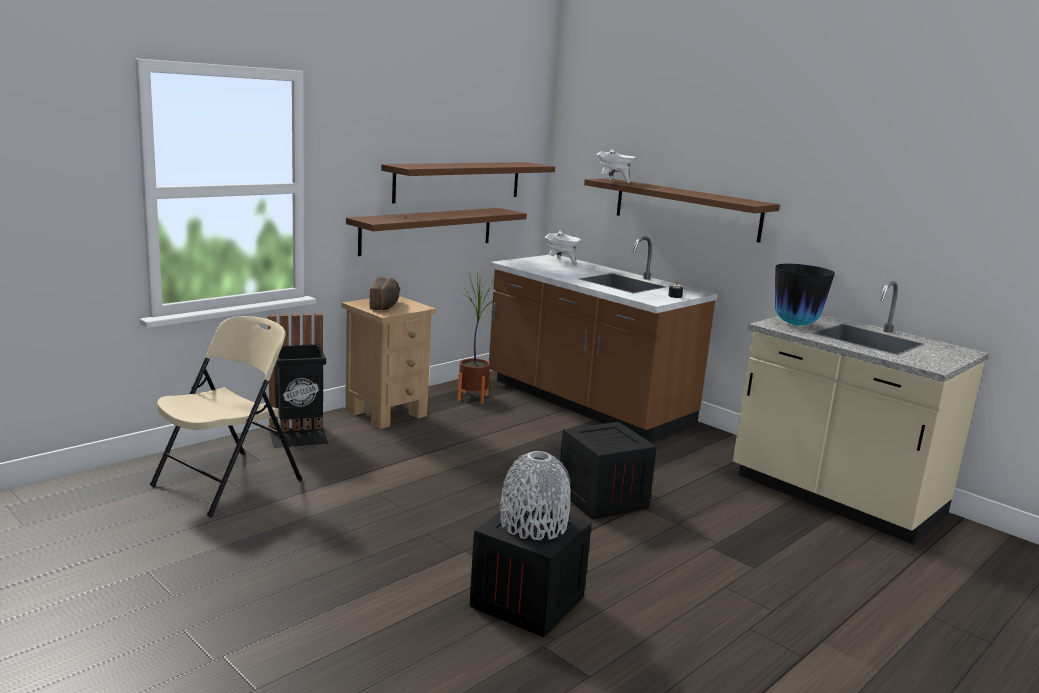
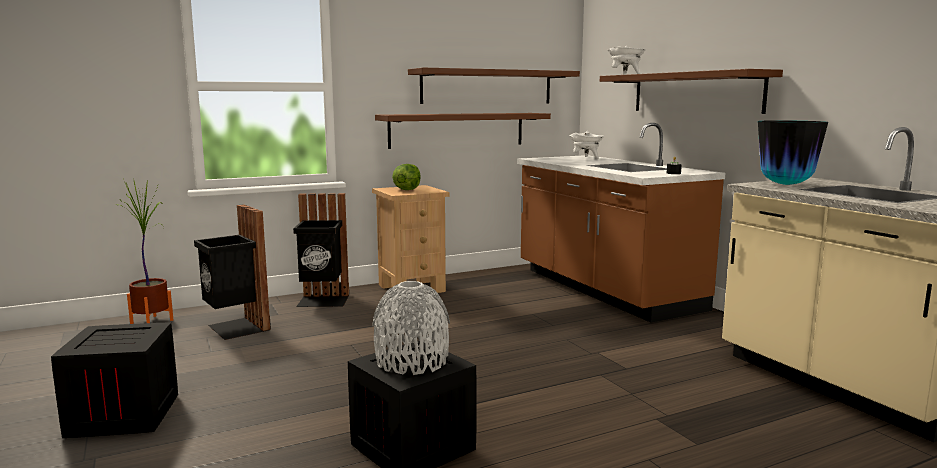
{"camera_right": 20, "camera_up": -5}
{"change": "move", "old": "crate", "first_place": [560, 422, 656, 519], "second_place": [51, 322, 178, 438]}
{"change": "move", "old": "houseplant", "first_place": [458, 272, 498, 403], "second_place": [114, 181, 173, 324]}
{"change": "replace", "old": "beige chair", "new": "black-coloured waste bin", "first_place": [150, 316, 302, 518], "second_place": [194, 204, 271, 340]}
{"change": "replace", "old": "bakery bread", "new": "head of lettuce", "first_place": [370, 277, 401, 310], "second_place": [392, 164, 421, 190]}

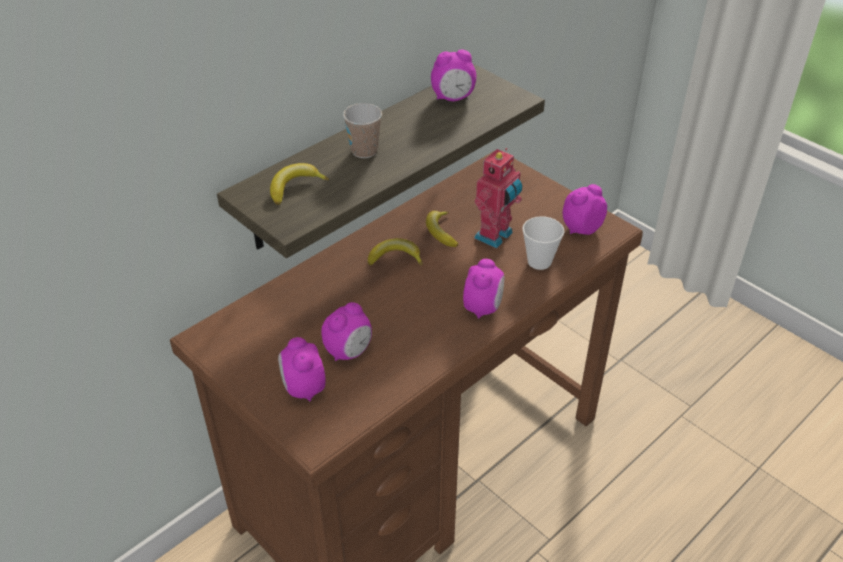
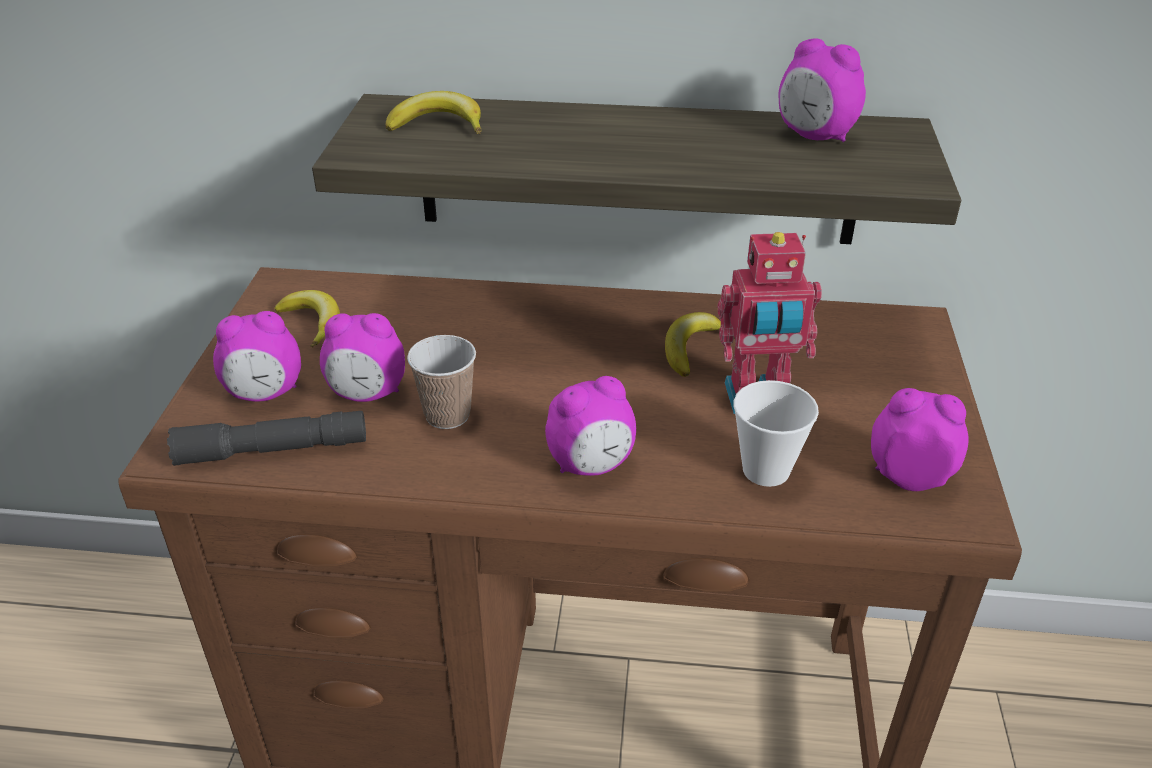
{"camera_right": 50, "camera_up": -5}
{"change": "insert", "new": "gray hand torch", "second_place": [167, 411, 366, 466]}
{"change": "rotate", "old": "table clock", "first_place": [278, 337, 326, 402], "second_place": [213, 311, 301, 402], "degrees": -135}
{"change": "move", "old": "banana", "first_place": [368, 238, 423, 265], "second_place": [274, 290, 340, 347]}
{"change": "move", "old": "small cup", "first_place": [343, 103, 382, 158], "second_place": [407, 335, 476, 429]}

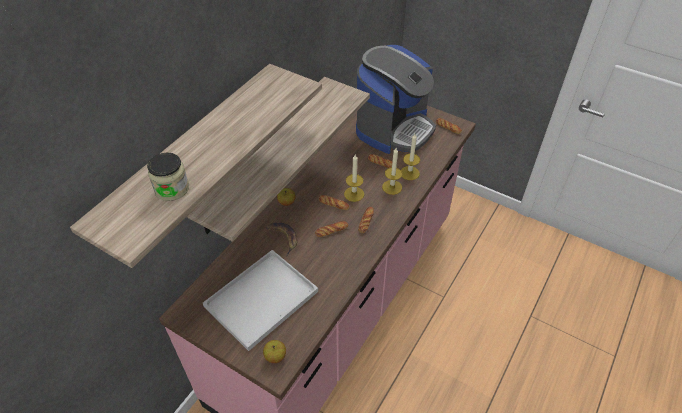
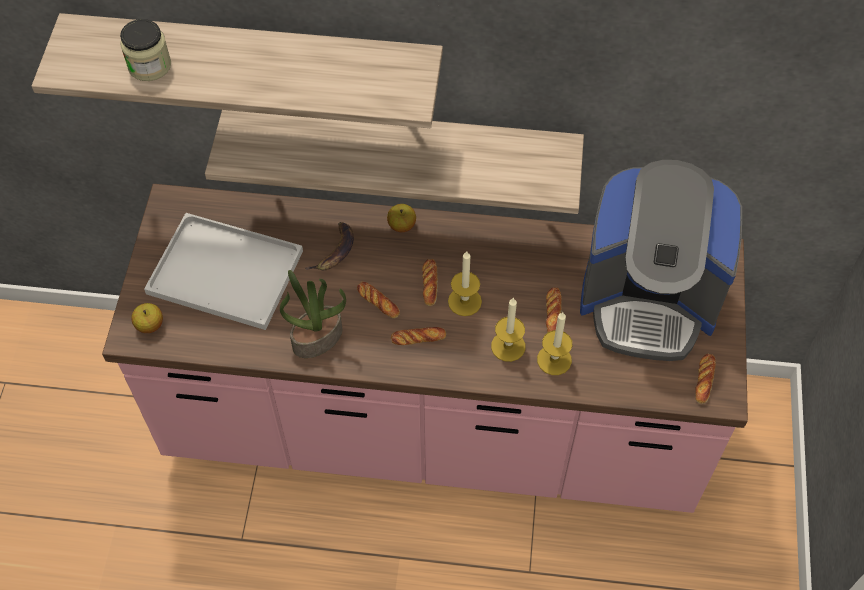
{"camera_right": 65, "camera_up": 10}
{"change": "insert", "new": "houseplant", "second_place": [280, 270, 346, 358]}

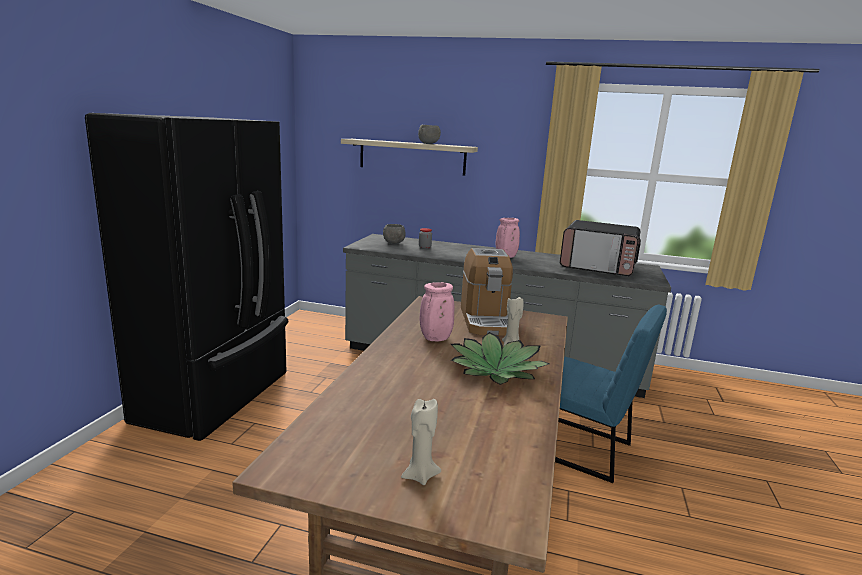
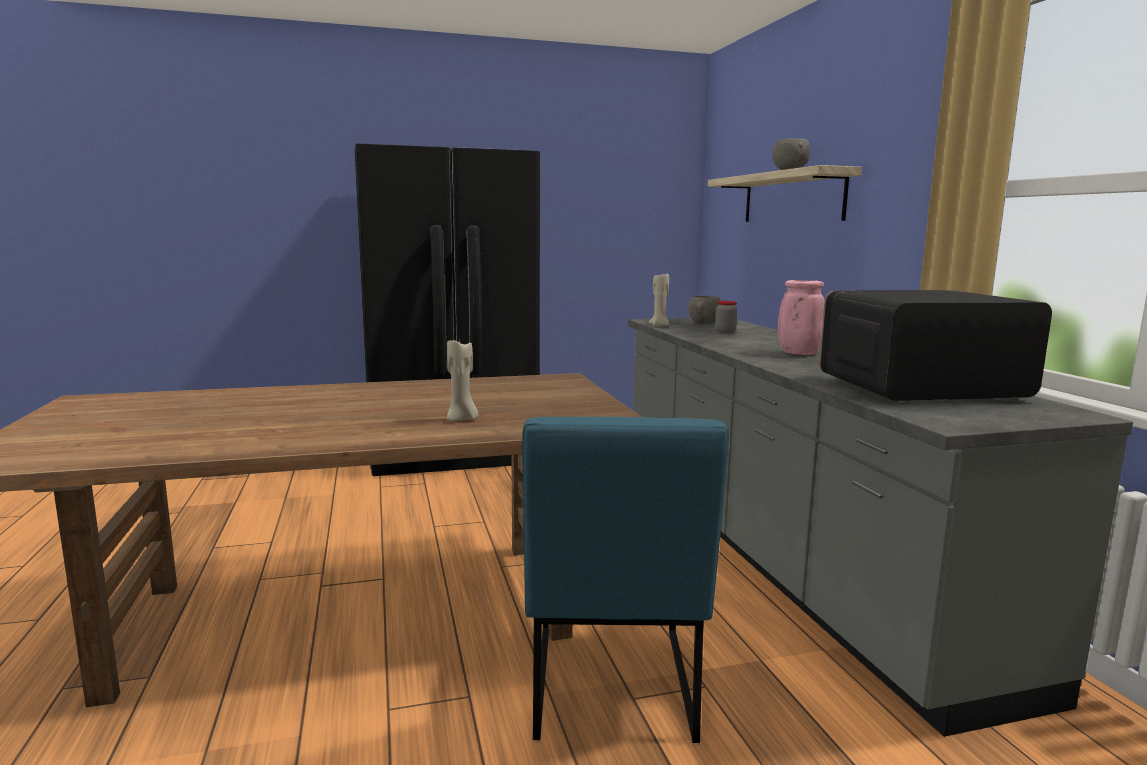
{"camera_right": 60, "camera_up": -5}
{"change": "move", "old": "beige wax light", "first_place": [401, 399, 441, 485], "second_place": [649, 274, 670, 326]}
{"change": "rotate", "old": "microwave oven", "first_place": [560, 220, 641, 276], "second_place": [819, 290, 1052, 403], "degrees": 90}
{"change": "delete", "old": "pink vase", "first_place": [420, 282, 454, 341]}
{"change": "delete", "old": "houseplant", "first_place": [451, 332, 550, 385]}
{"change": "delete", "old": "coffee brewer", "first_place": [461, 248, 513, 336]}

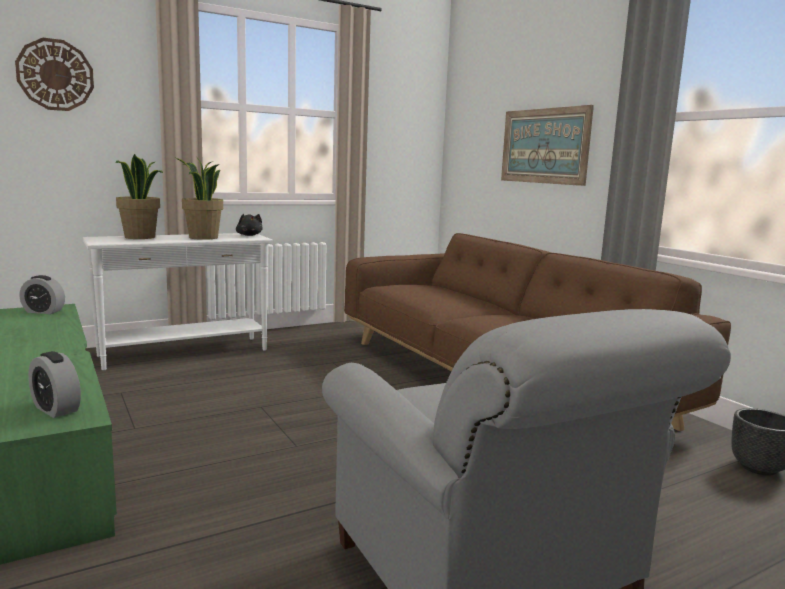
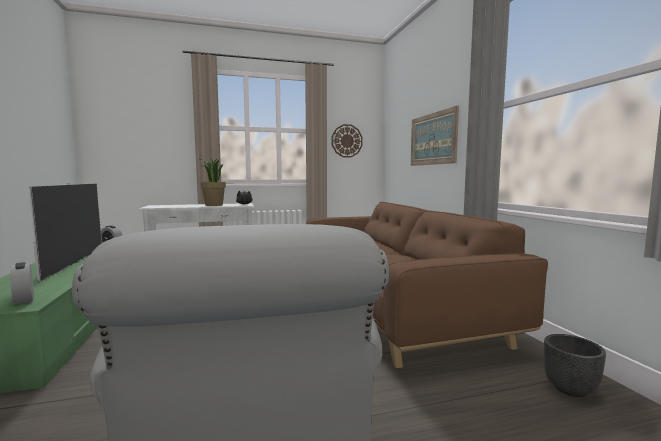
{"camera_right": 15, "camera_up": -5}
{"change": "insert", "new": "television", "second_place": [29, 183, 102, 282]}
{"change": "move", "old": "hanging clock", "first_place": [15, 38, 94, 111], "second_place": [332, 124, 363, 158]}
{"change": "delete", "old": "houseplant", "first_place": [115, 154, 163, 239]}

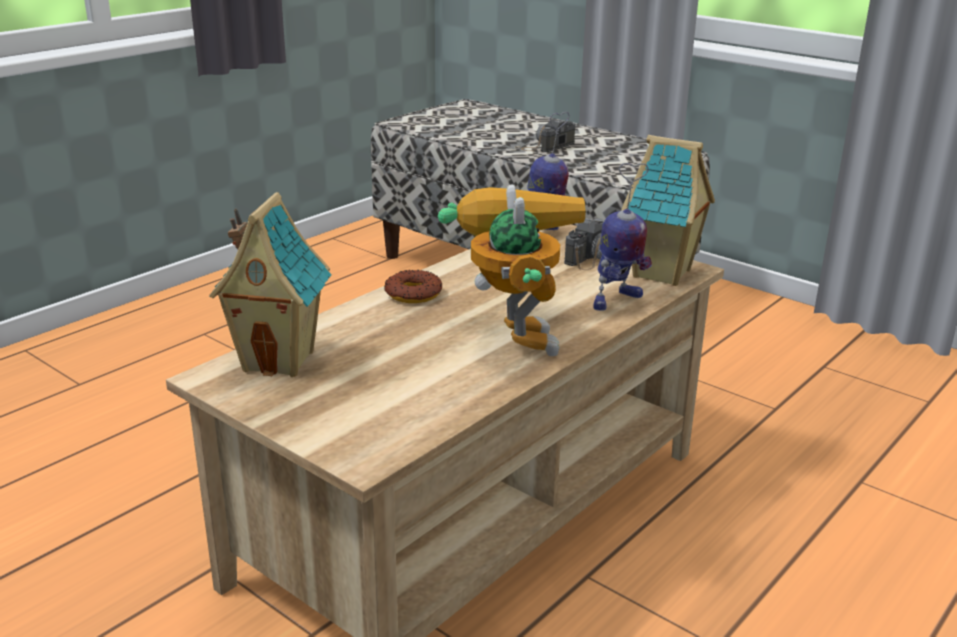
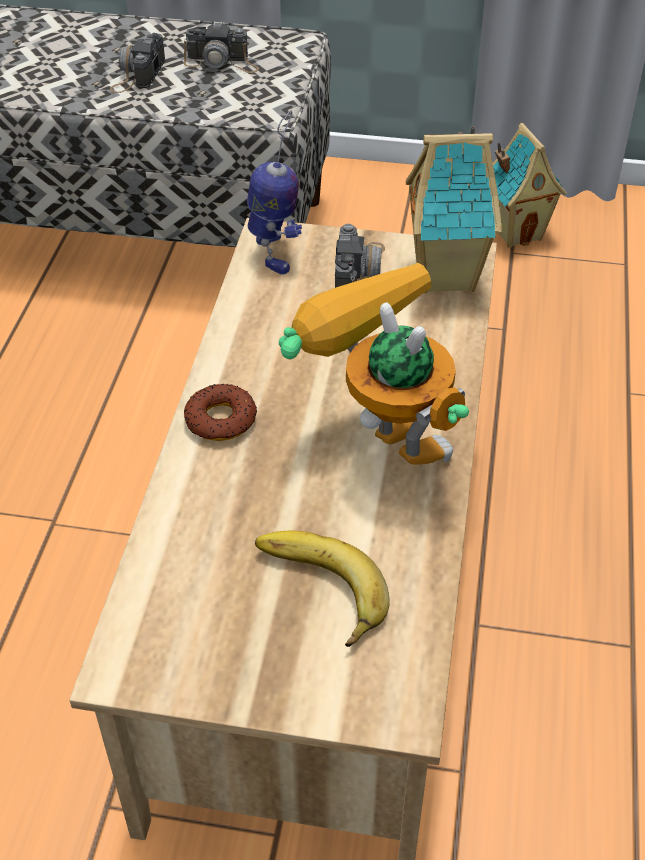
{"camera_right": -30, "camera_up": 20}
{"change": "insert", "new": "photo camera", "second_place": [184, 21, 259, 73]}
{"change": "insert", "new": "banana", "second_place": [255, 531, 390, 647]}
{"change": "move", "old": "toy house", "first_place": [210, 192, 332, 377], "second_place": [493, 123, 567, 248]}
{"change": "delete", "old": "model robot", "first_place": [593, 163, 652, 311]}

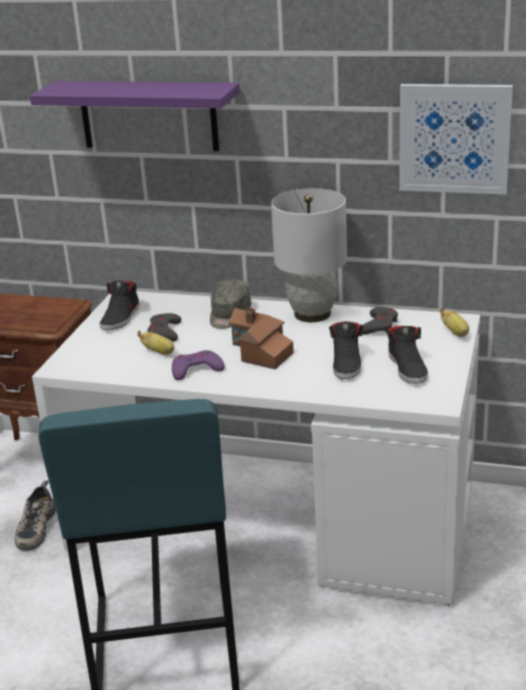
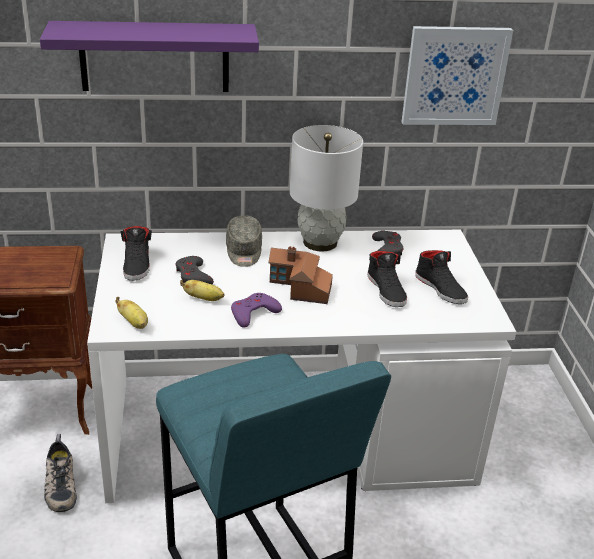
{"camera_right": -25, "camera_up": 5}
{"change": "move", "old": "banana", "first_place": [440, 307, 469, 337], "second_place": [115, 297, 148, 329]}

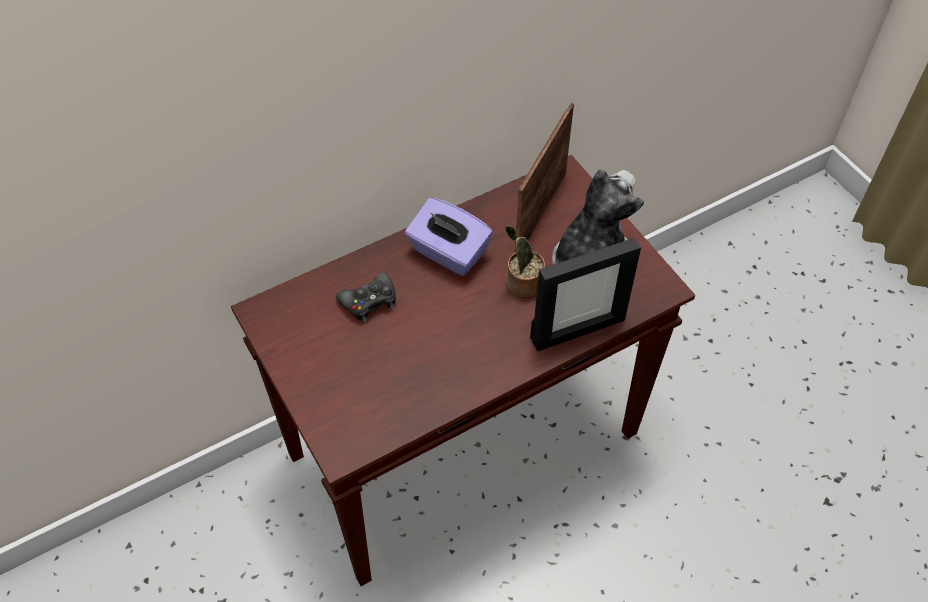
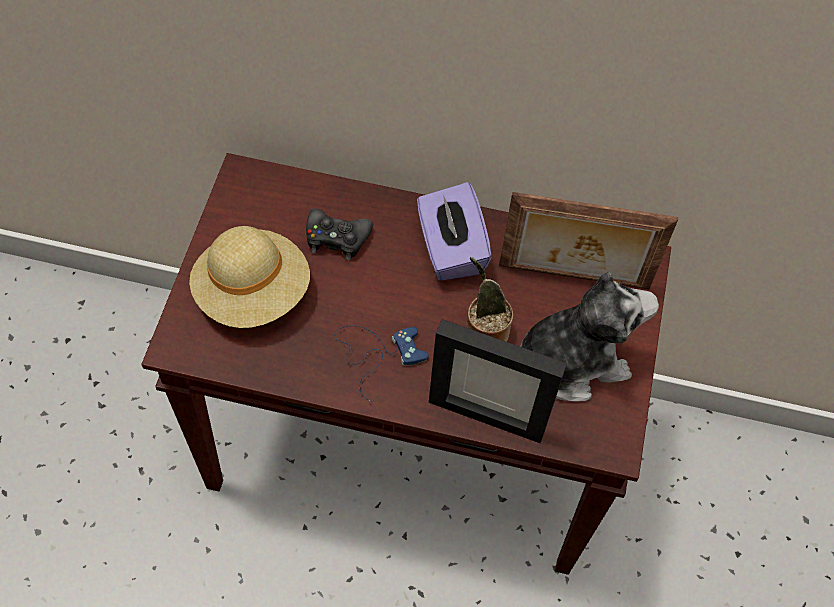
{"camera_right": 40, "camera_up": 5}
{"change": "insert", "new": "beige hat", "second_place": [189, 226, 310, 328]}
{"change": "insert", "new": "blue gamepad", "second_place": [334, 325, 429, 403]}
{"change": "rotate", "old": "picture frame", "first_place": [515, 103, 574, 252], "second_place": [499, 192, 678, 289], "degrees": -150}

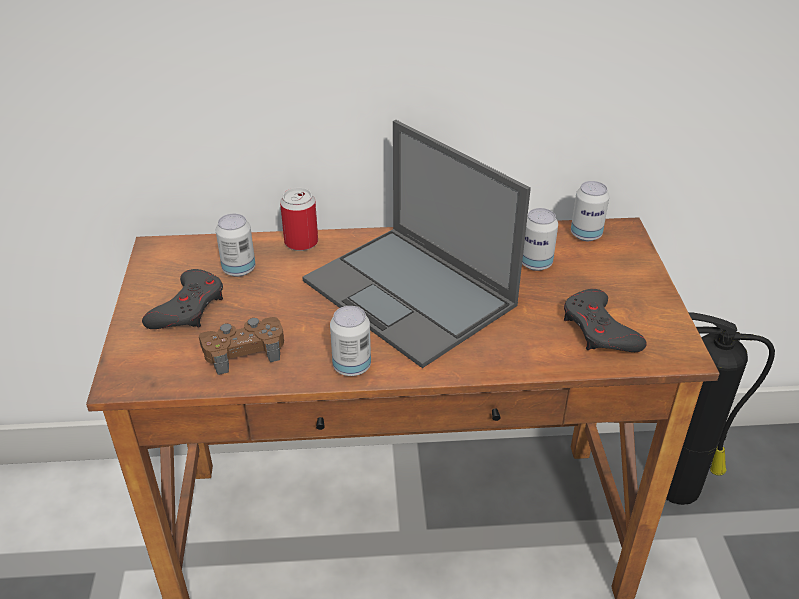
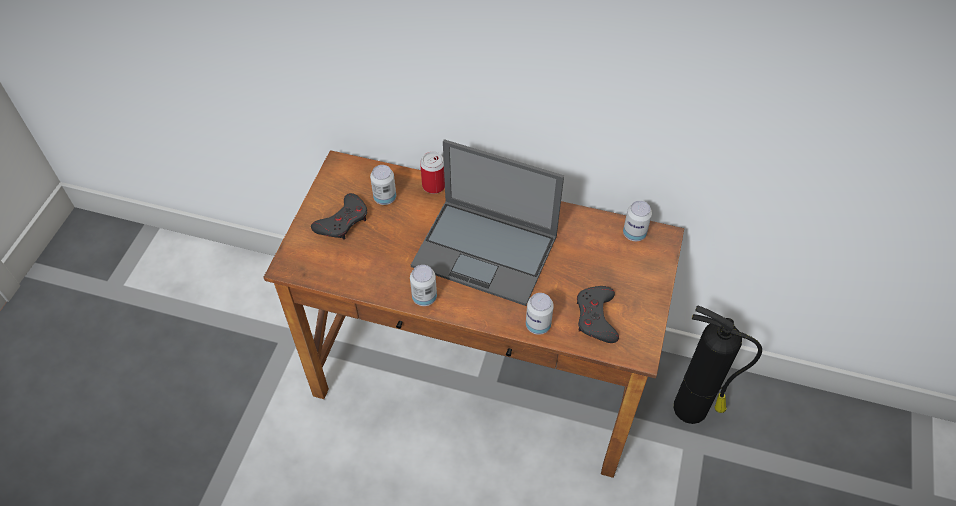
{"camera_right": 20, "camera_up": 15}
{"change": "rotate", "old": "portable computer", "first_place": [302, 120, 531, 368], "second_place": [411, 139, 564, 306], "degrees": -45}
{"change": "move", "old": "metal can", "first_place": [522, 208, 558, 271], "second_place": [526, 293, 554, 335]}
{"change": "delete", "old": "brown gamepad", "first_place": [199, 317, 284, 375]}

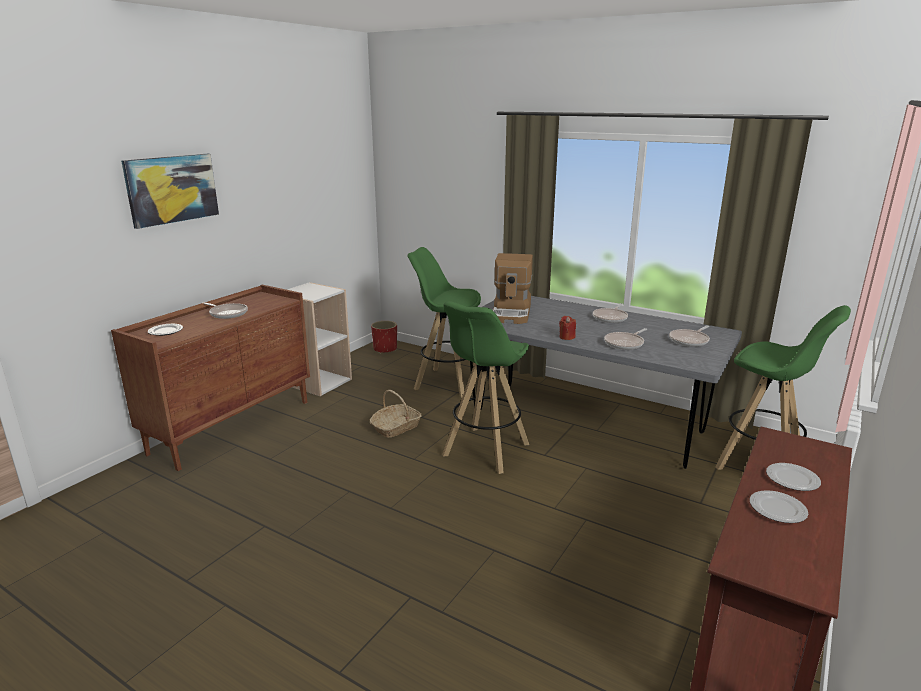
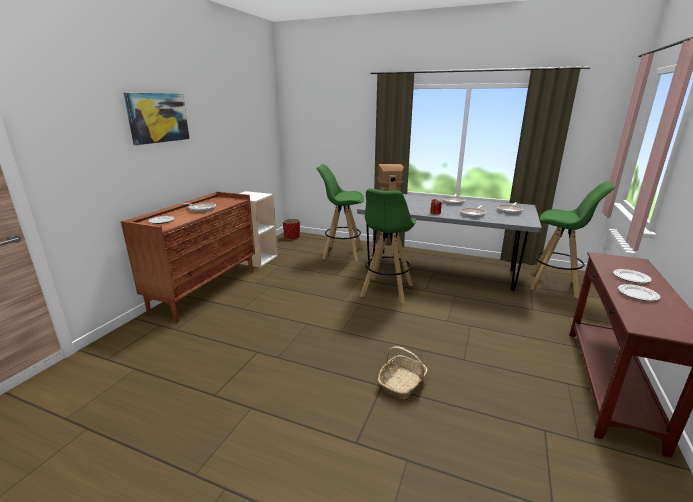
{"camera_right": -10, "camera_up": 0}
{"change": "move", "old": "household basket", "first_place": [370, 390, 422, 438], "second_place": [378, 346, 428, 399]}

